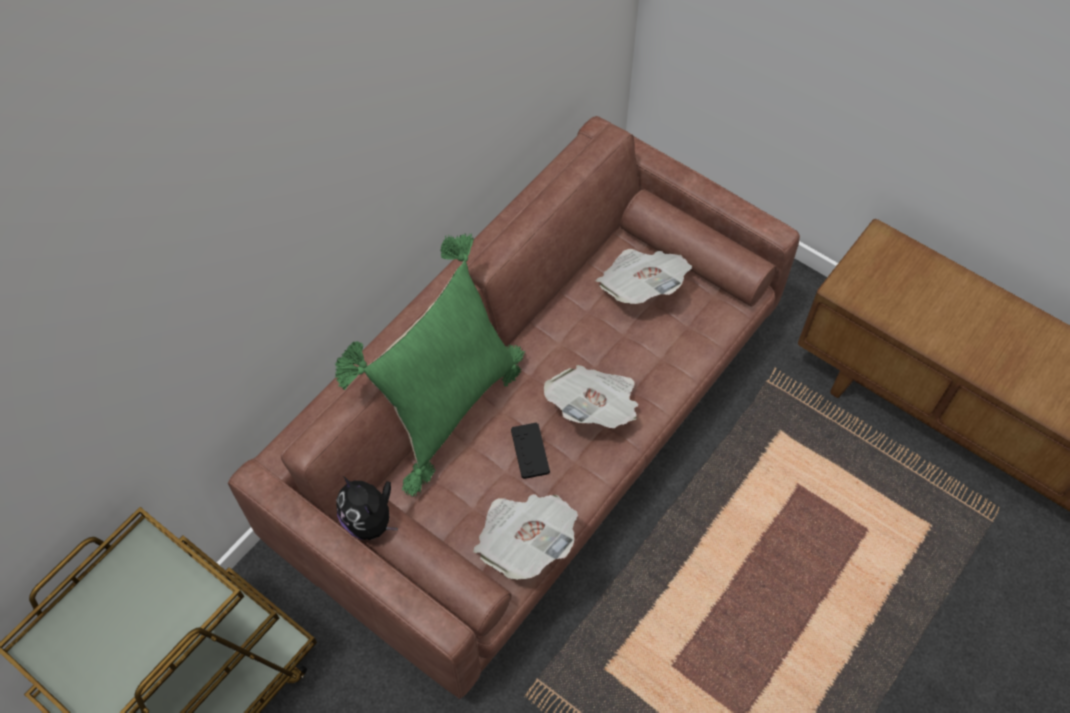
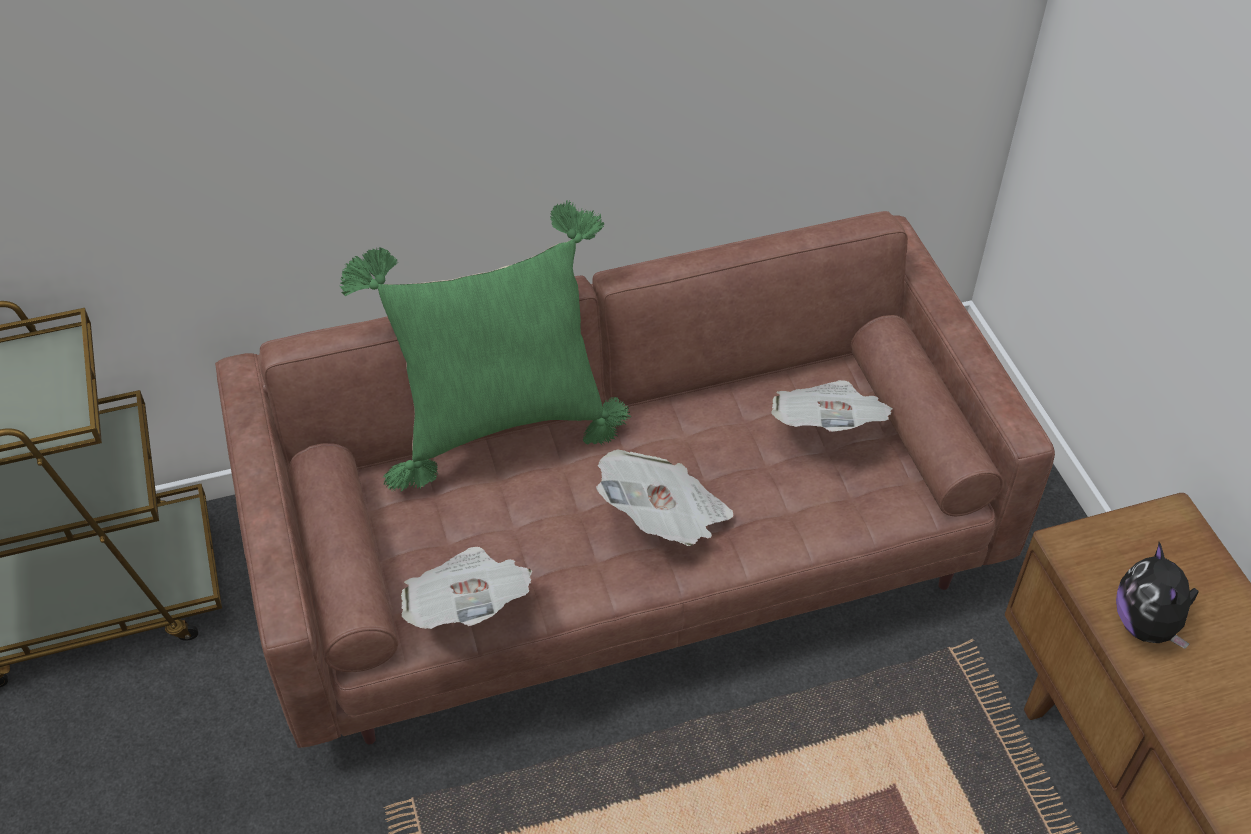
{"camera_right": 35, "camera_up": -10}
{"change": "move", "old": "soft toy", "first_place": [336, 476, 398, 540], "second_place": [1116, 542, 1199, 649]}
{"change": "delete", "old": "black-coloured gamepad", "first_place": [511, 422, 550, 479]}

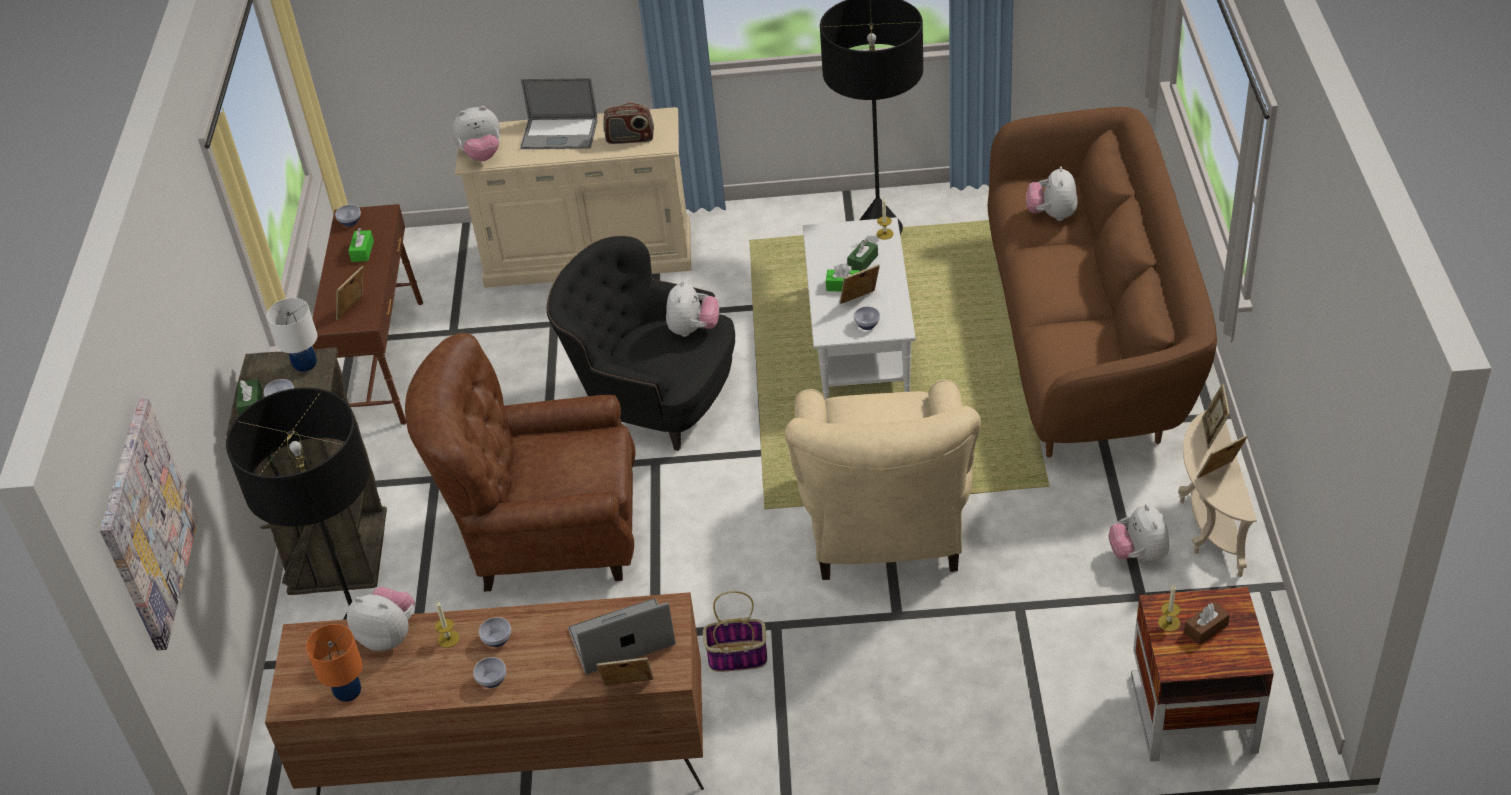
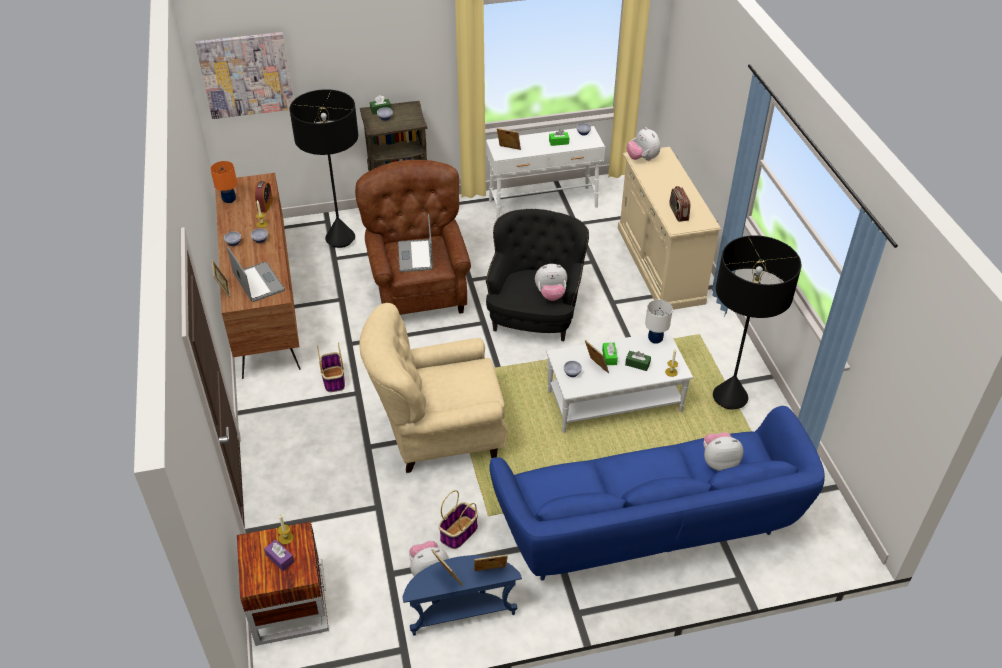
{"camera_right": 75, "camera_up": 0}
{"change": "replace", "old": "soft toy", "new": "table clock", "first_place": [347, 587, 415, 651], "second_place": [255, 181, 273, 212]}
{"change": "recolor", "old": "brown box of tissues", "new": "purple-coloured box of tissues", "first_place": [1184, 602, 1230, 645], "second_place": [264, 540, 294, 571]}
{"change": "move", "old": "portable computer", "first_place": [520, 78, 598, 149], "second_place": [398, 214, 433, 272]}
{"change": "recolor", "old": "beige accent table", "new": "blue accent table", "first_place": [1178, 410, 1257, 577], "second_place": [402, 555, 522, 636]}
{"change": "insert", "new": "household basket", "second_place": [438, 490, 478, 549]}
{"change": "recolor", "old": "brown narrow table", "new": "whitish narrow table", "first_place": [312, 204, 423, 425], "second_place": [486, 126, 605, 220]}
{"change": "recolor", "old": "brown sofa", "new": "blue sofa", "first_place": [988, 107, 1217, 458], "second_place": [489, 406, 825, 581]}
{"change": "move", "old": "whitish lamp for a table", "first_place": [267, 298, 318, 372], "second_place": [645, 300, 673, 344]}

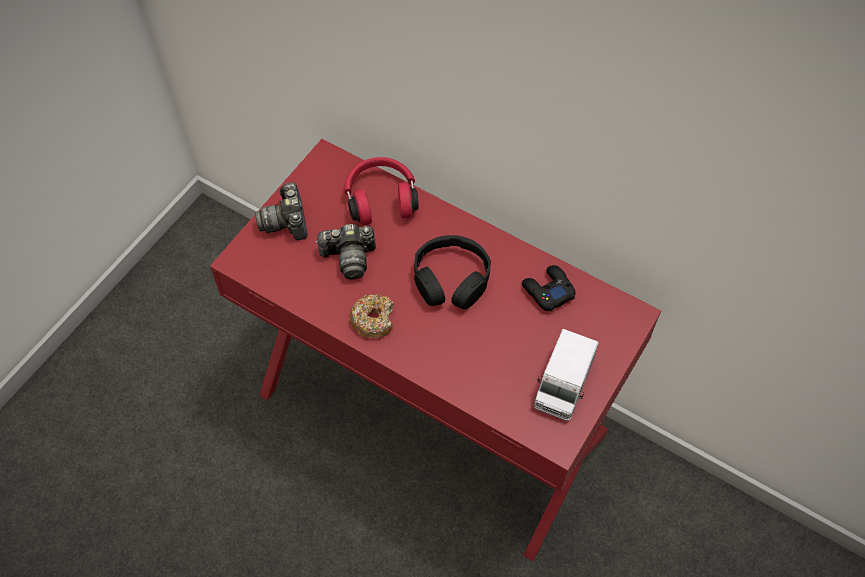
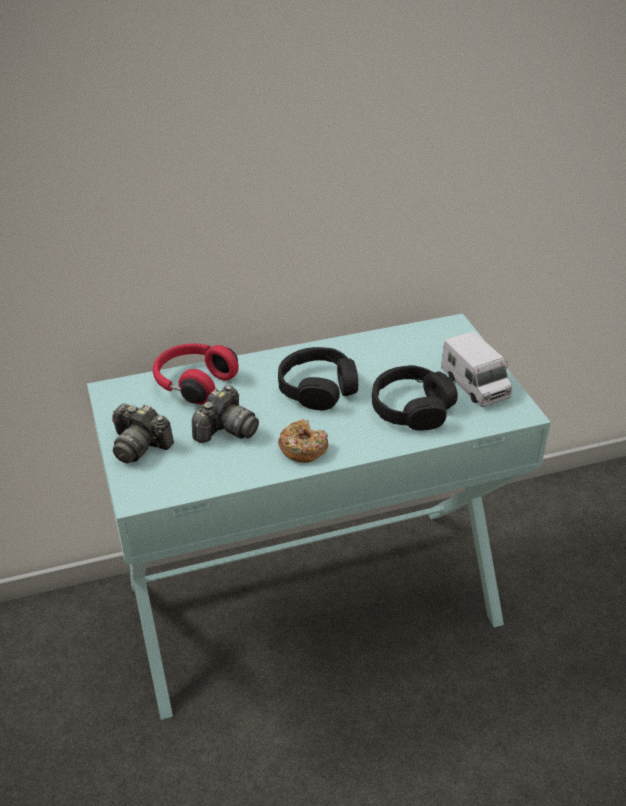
{"camera_right": -50, "camera_up": -20}
{"change": "recolor", "old": "red-coloured desk", "new": "blue-green desk", "first_place": [210, 139, 661, 561], "second_place": [87, 313, 551, 720]}
{"change": "insert", "new": "black-coloured headset", "second_place": [372, 365, 458, 431]}
{"change": "delete", "old": "black-coloured gamepad", "first_place": [522, 265, 576, 312]}

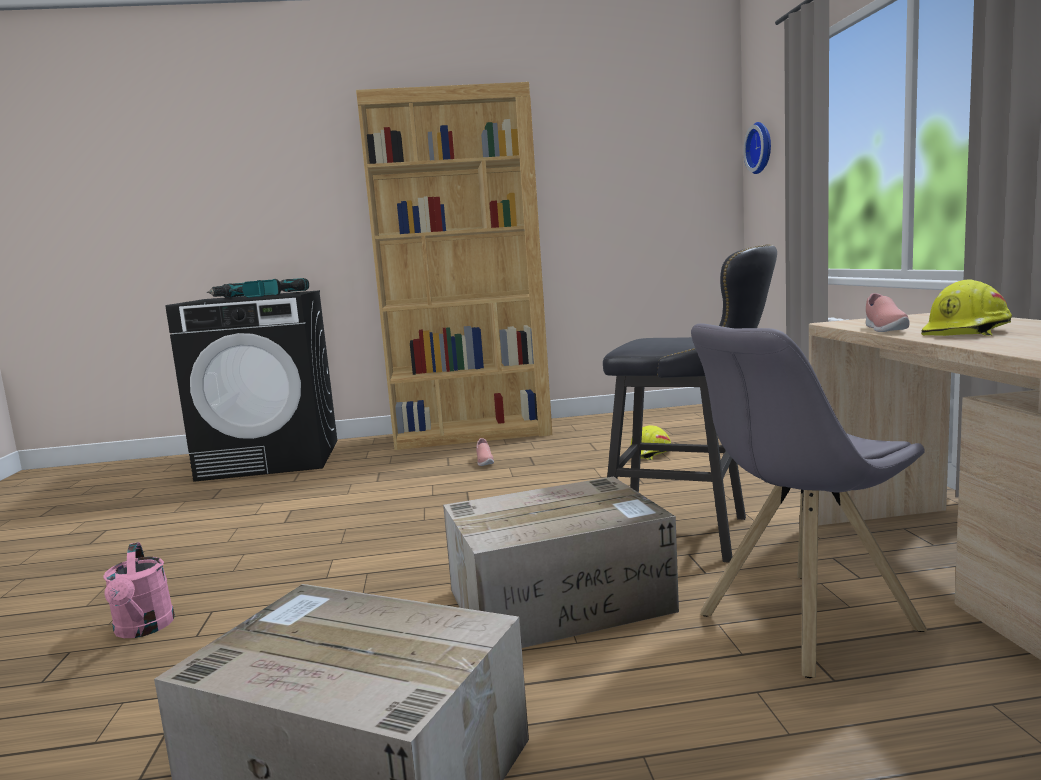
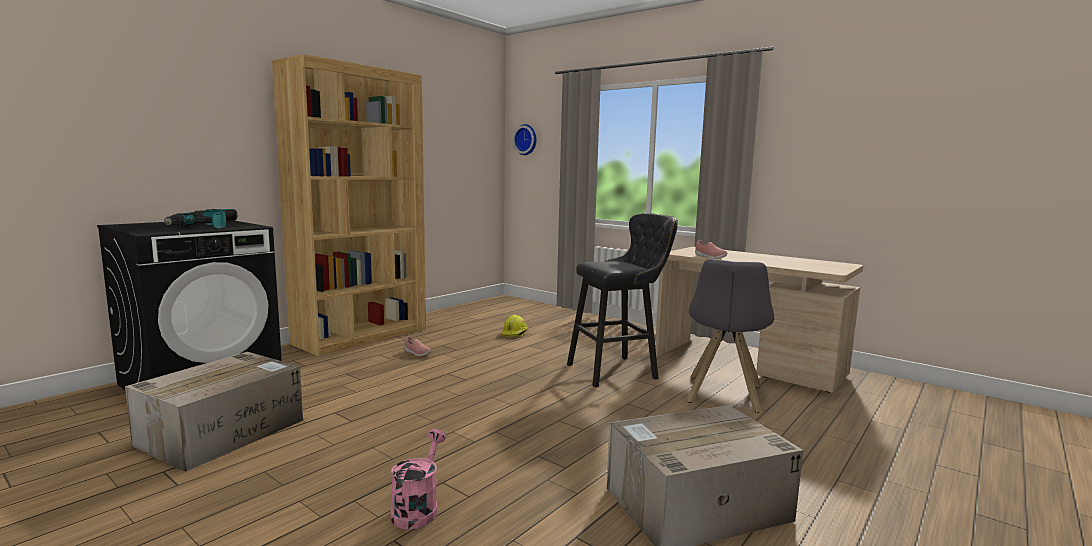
{"camera_right": -45, "camera_up": 0}
{"change": "move", "old": "carton", "first_place": [443, 476, 679, 648], "second_place": [125, 352, 303, 472]}
{"change": "rotate", "old": "pink sprinkling can", "first_place": [103, 542, 175, 638], "second_place": [391, 429, 446, 530], "degrees": -105}
{"change": "delete", "old": "yellow hard hat", "first_place": [921, 279, 1012, 336]}

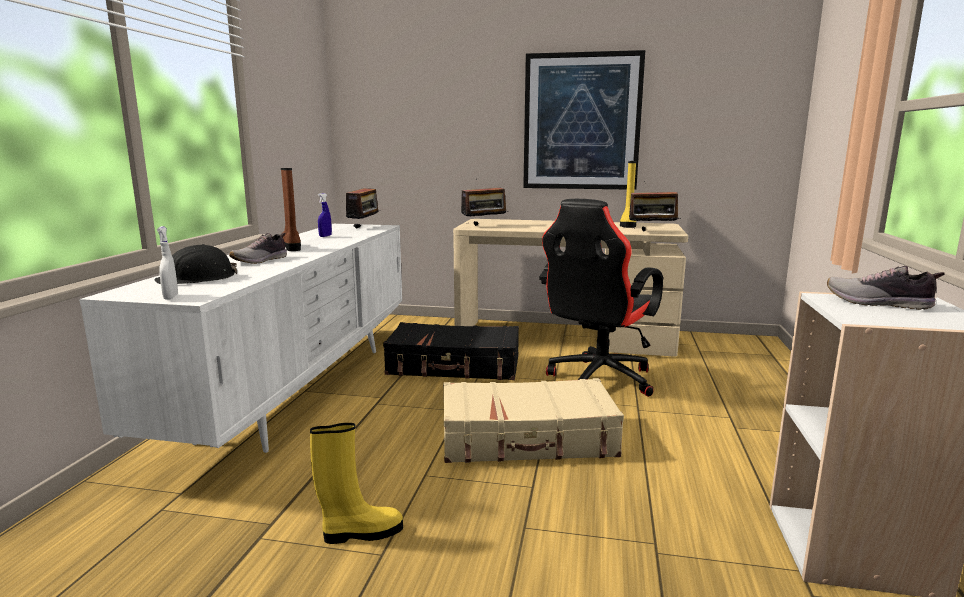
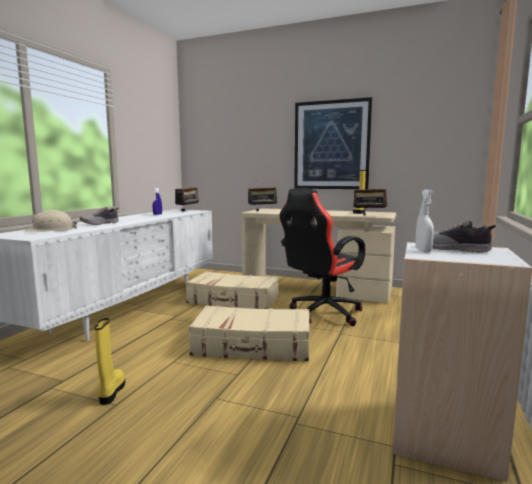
{"camera_right": 10, "camera_up": -5}
{"change": "recolor", "old": "black-coloured hard hat", "new": "beige hard hat", "first_place": [155, 244, 237, 284], "second_place": [25, 210, 77, 232]}
{"change": "rotate", "old": "yellow boot", "first_place": [310, 423, 403, 544], "second_place": [94, 318, 125, 405], "degrees": -90}
{"change": "recolor", "old": "black-coloured travel case", "new": "beige travel case", "first_place": [383, 322, 519, 380], "second_place": [186, 271, 279, 309]}
{"change": "move", "old": "whitish hand sprayer", "first_place": [157, 226, 178, 300], "second_place": [415, 190, 434, 252]}
{"change": "delete", "old": "brown boot", "first_place": [281, 168, 301, 251]}

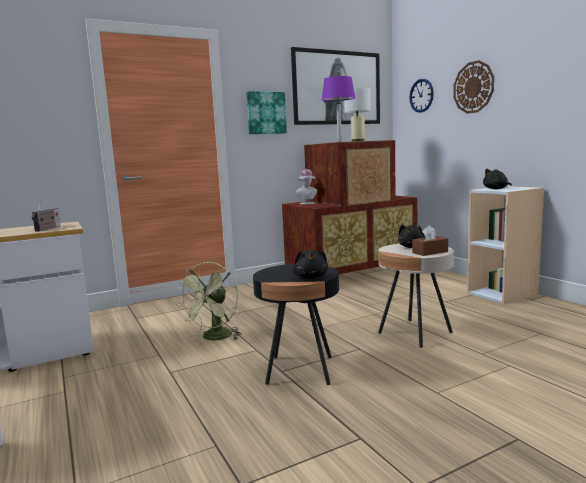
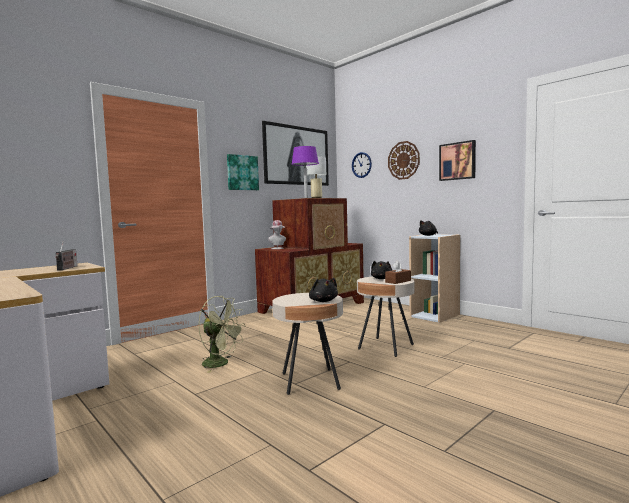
{"camera_right": -15, "camera_up": -5}
{"change": "rotate", "old": "greenish electric fan", "first_place": [177, 262, 242, 340], "second_place": [199, 296, 245, 373], "degrees": -75}
{"change": "recolor", "old": "black-coloured accent table", "new": "beige accent table", "first_place": [253, 264, 339, 385], "second_place": [272, 293, 343, 395]}
{"change": "insert", "new": "picture", "second_place": [439, 140, 476, 181]}

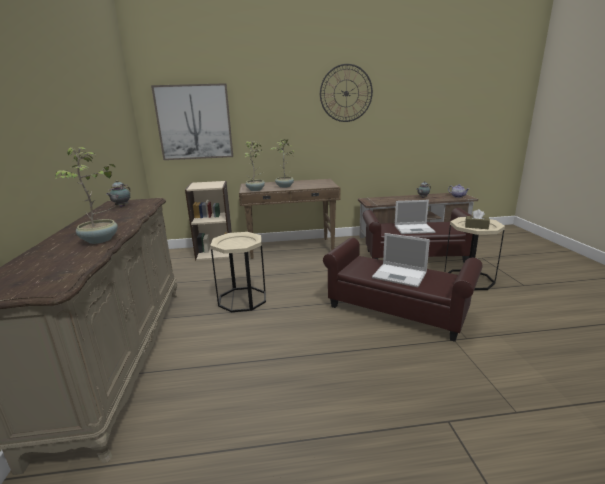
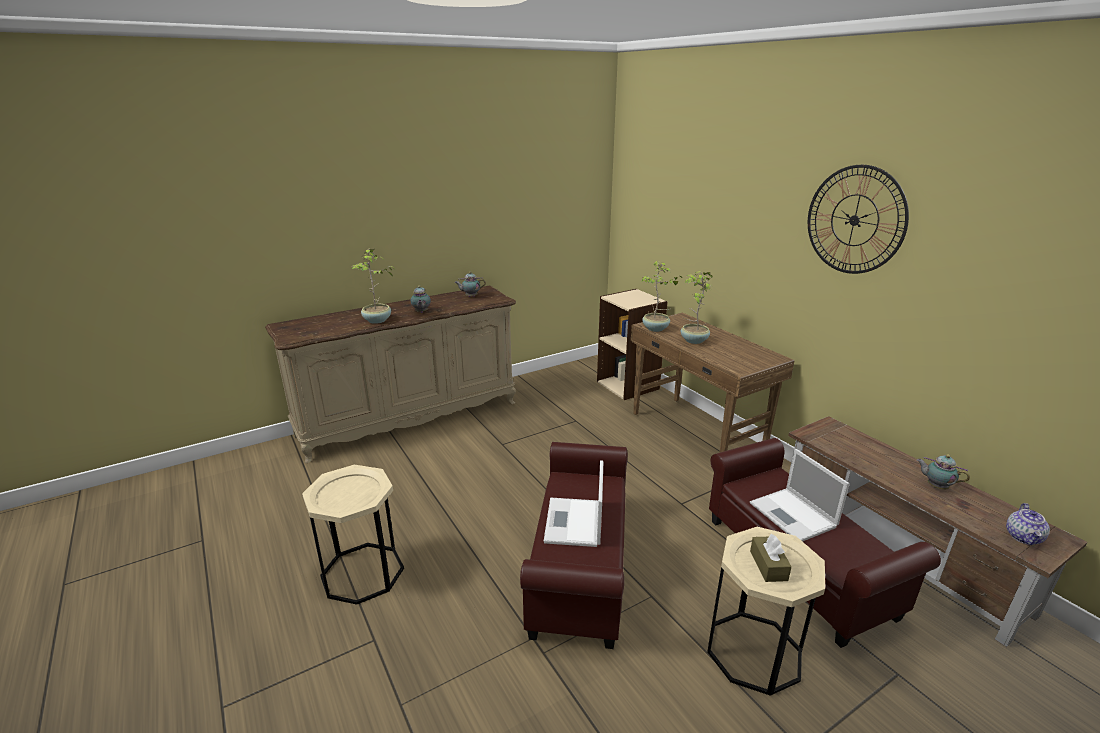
{"camera_right": 65, "camera_up": 5}
{"change": "move", "old": "beige accent table", "first_place": [210, 232, 266, 312], "second_place": [302, 465, 404, 605]}
{"change": "insert", "new": "tea pot", "second_place": [411, 285, 431, 313]}
{"change": "delete", "old": "picture", "first_place": [151, 83, 233, 160]}

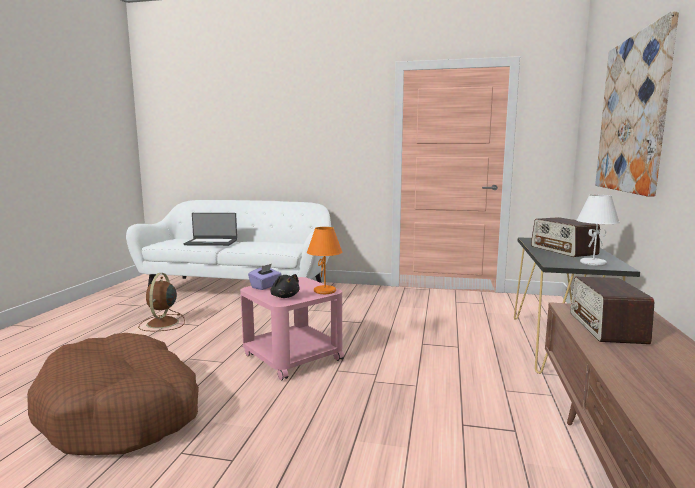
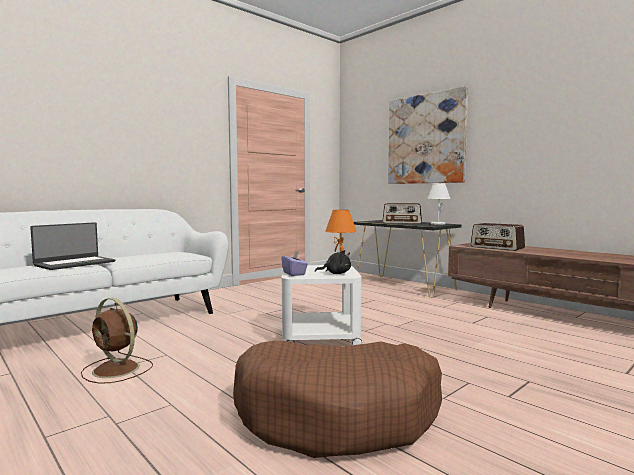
{"camera_right": -55, "camera_up": -5}
{"change": "recolor", "old": "pink accent table", "new": "whitish accent table", "first_place": [240, 277, 344, 381], "second_place": [282, 265, 363, 345]}

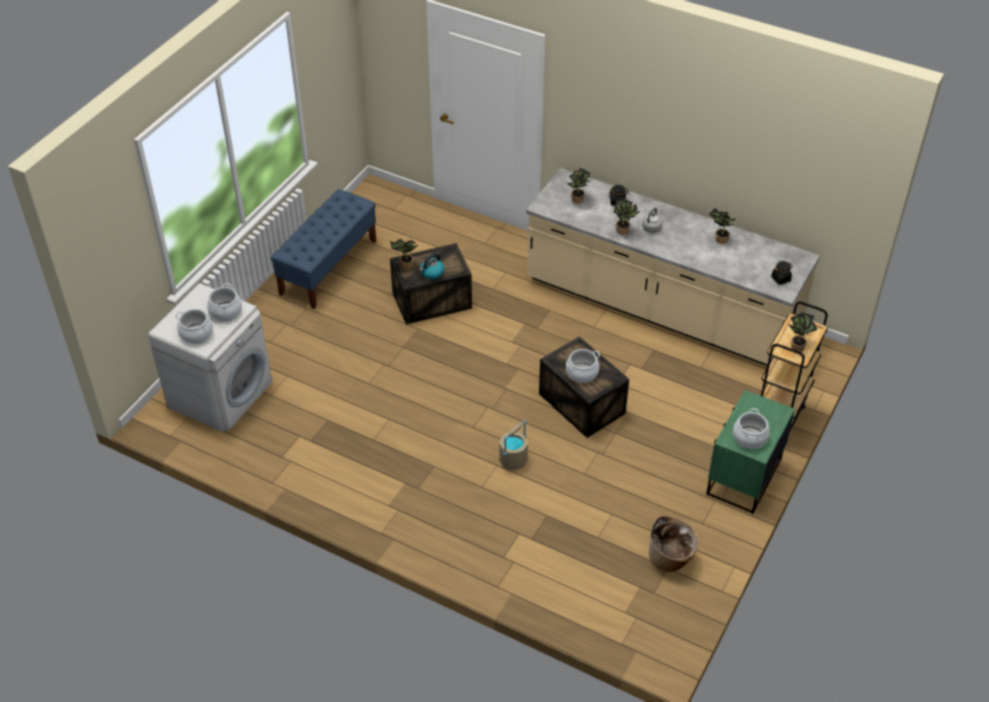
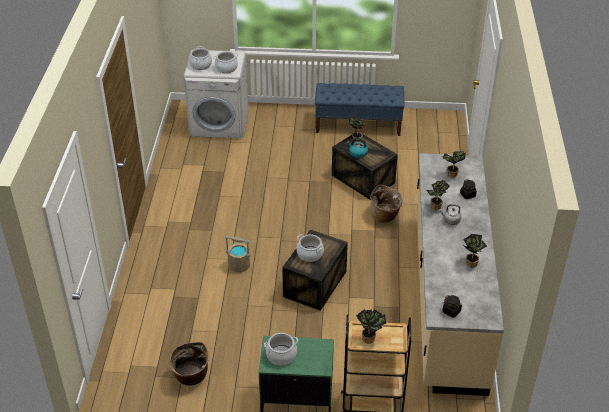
{"camera_right": 65, "camera_up": -5}
{"change": "insert", "new": "household basket", "second_place": [370, 185, 403, 223]}

